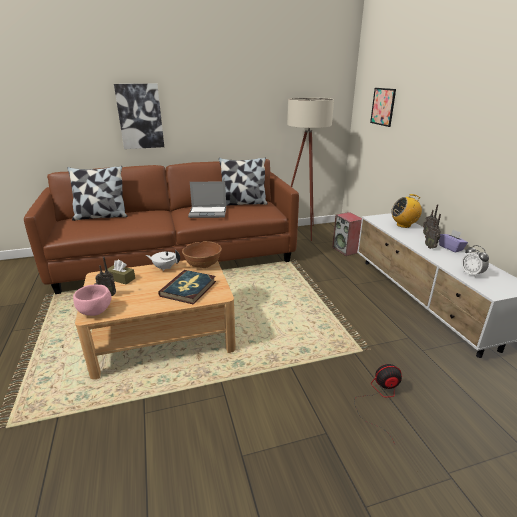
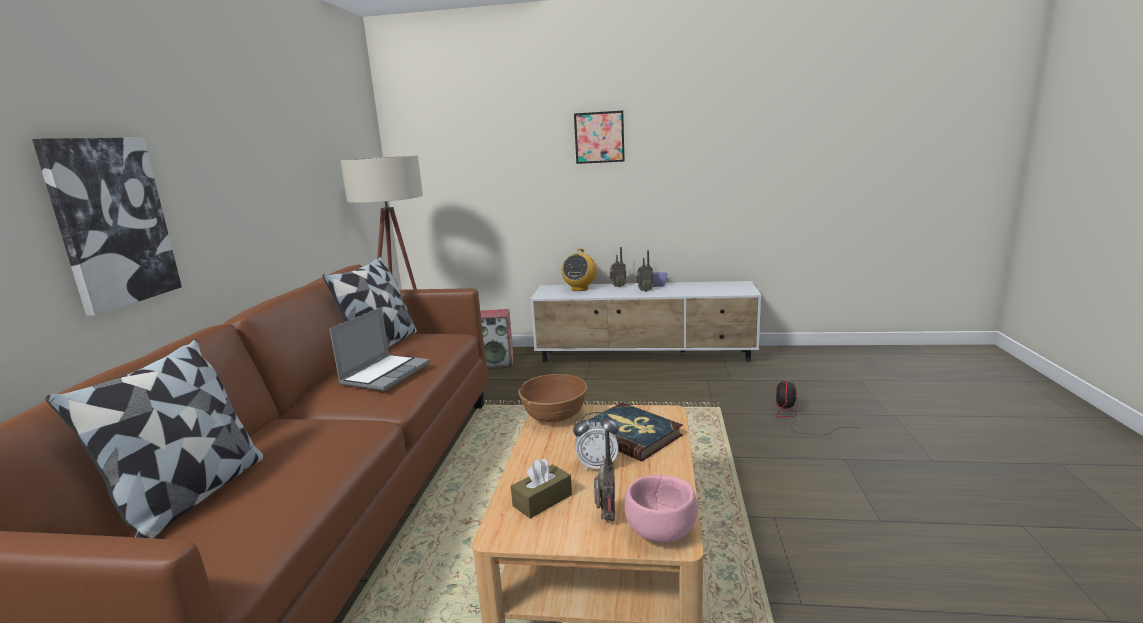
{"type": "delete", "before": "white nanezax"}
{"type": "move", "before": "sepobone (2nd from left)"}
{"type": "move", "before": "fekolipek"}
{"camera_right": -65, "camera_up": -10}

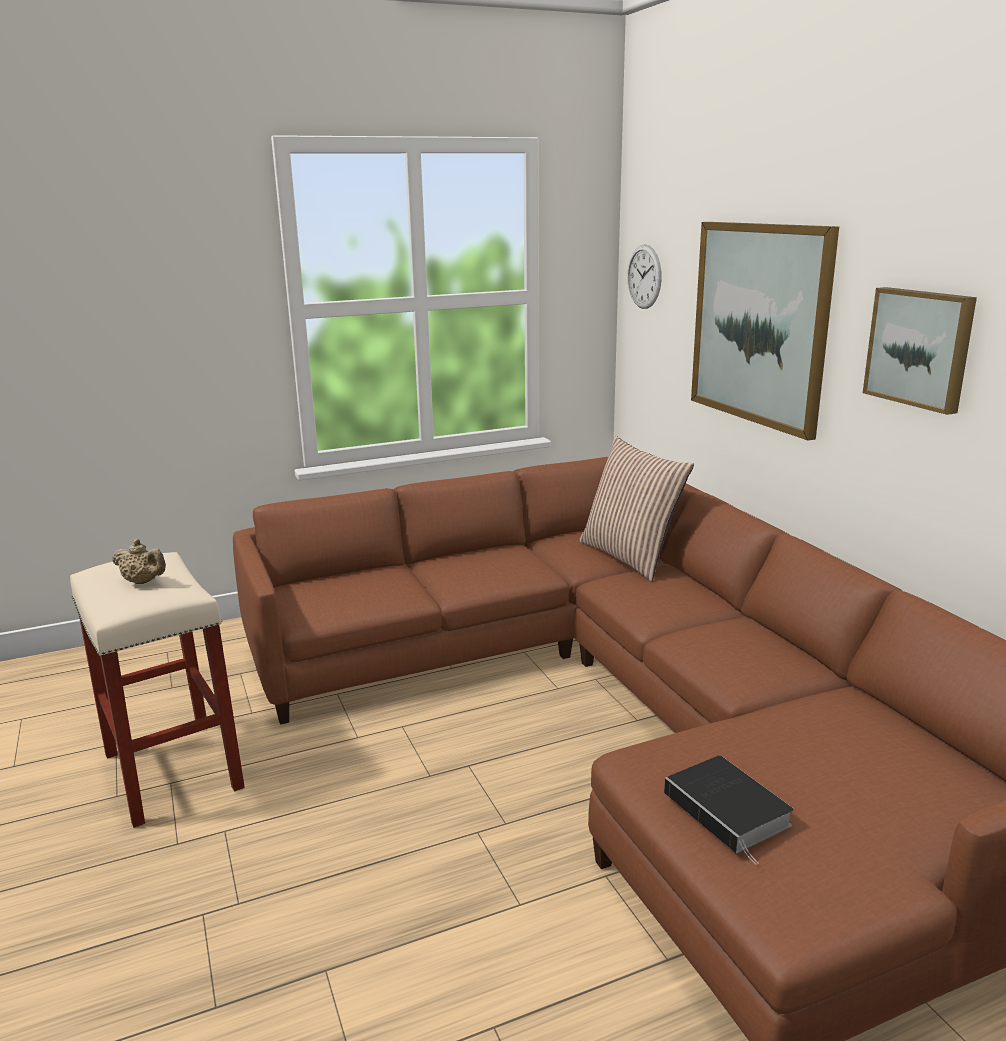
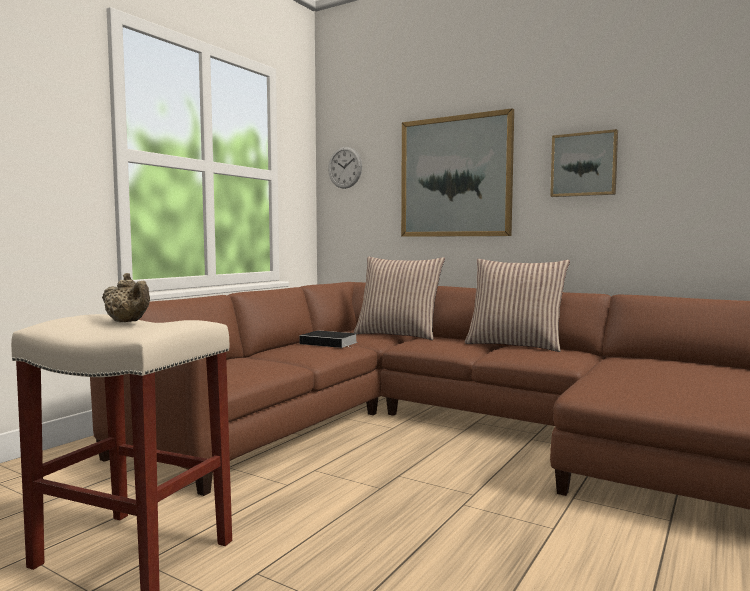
{"type": "rotate", "before": "beige nanezax", "turn": 45}
{"type": "move", "before": "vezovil"}
{"type": "insert", "after": "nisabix (2nd from left)"}
{"camera_right": -35, "camera_up": -15}

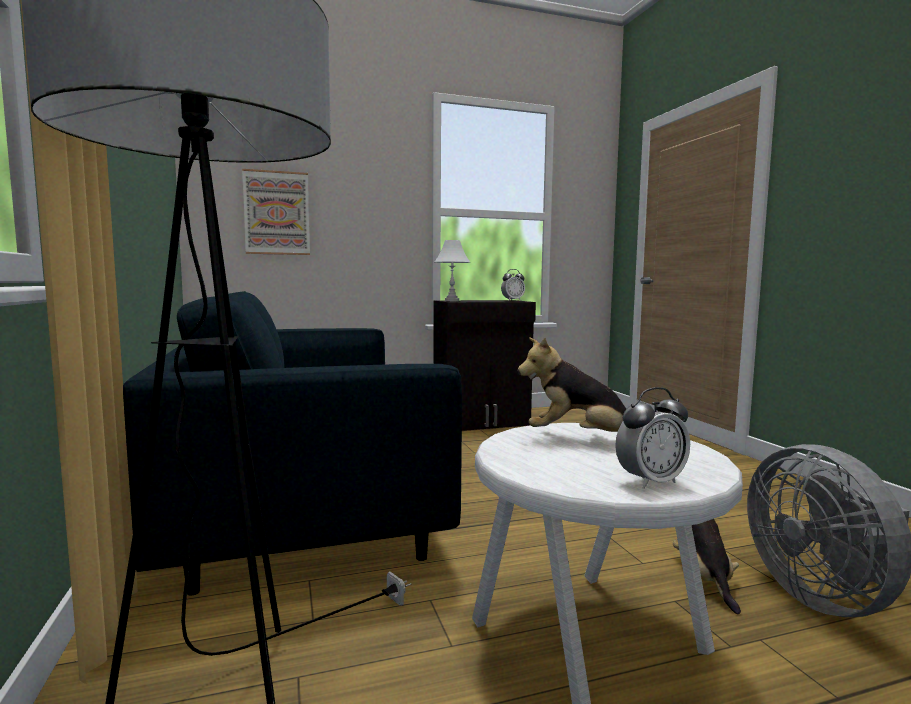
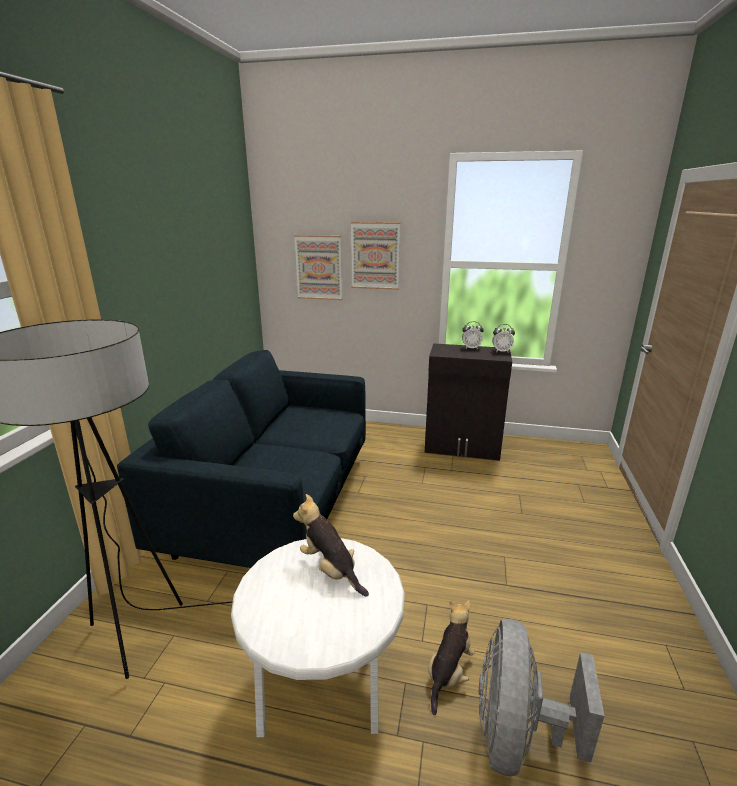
{"type": "delete", "before": "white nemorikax"}
{"type": "move", "before": "fekolipek (2nd from left in the first image)", "after": "fekolipek (1st from left)"}
{"type": "insert", "after": "sepobone (2nd from left)"}
{"camera_right": 30, "camera_up": 15}

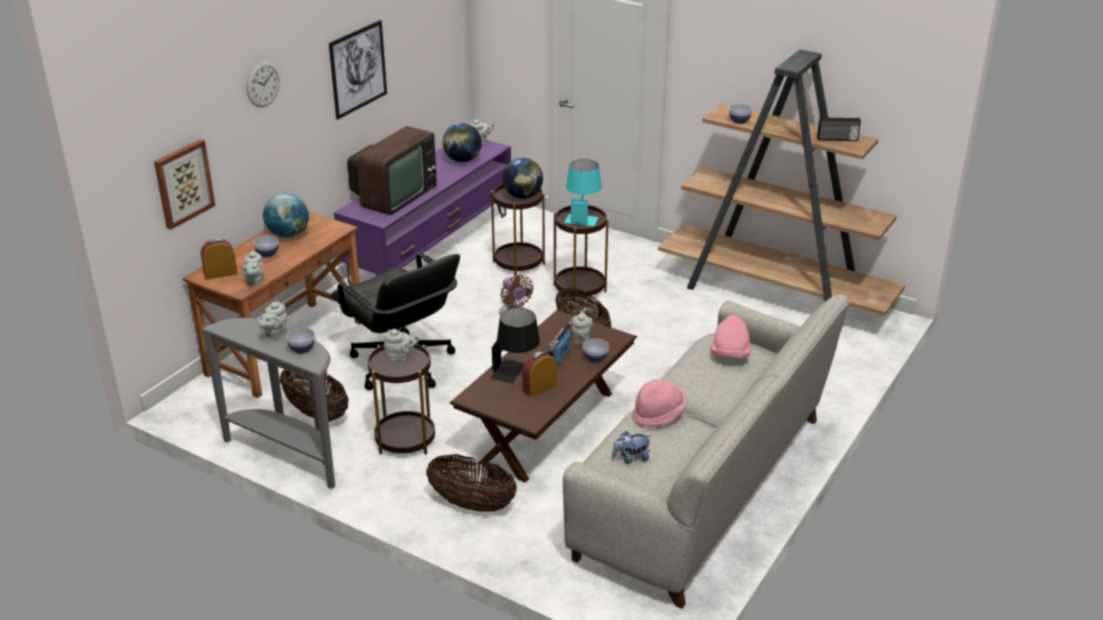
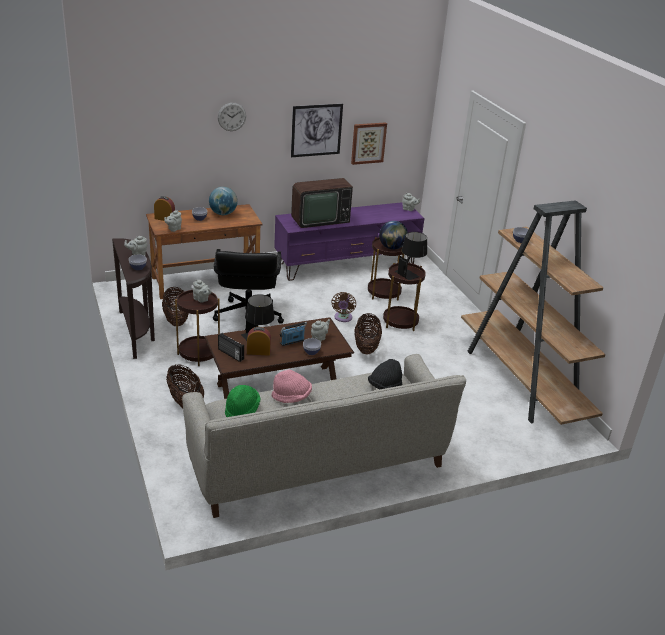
{"type": "move", "before": "sepobone (1st from left in the first image)", "after": "sepobone (2nd from left)"}
{"type": "recolor", "before": "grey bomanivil", "after": "brown bomanivil"}
{"type": "delete", "before": "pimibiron (2nd from left)"}
{"type": "recolor", "before": "turquoise nemorikax", "after": "black nemorikax (2nd from left)"}
{"type": "replace", "before": "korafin", "after": "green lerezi"}
{"type": "recolor", "before": "pink lerezi (2nd from left)", "after": "black lerezi"}
{"type": "move", "before": "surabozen (2nd from left in the first image)", "after": "surabozen (1st from left)"}
{"camera_right": 35, "camera_up": 0}

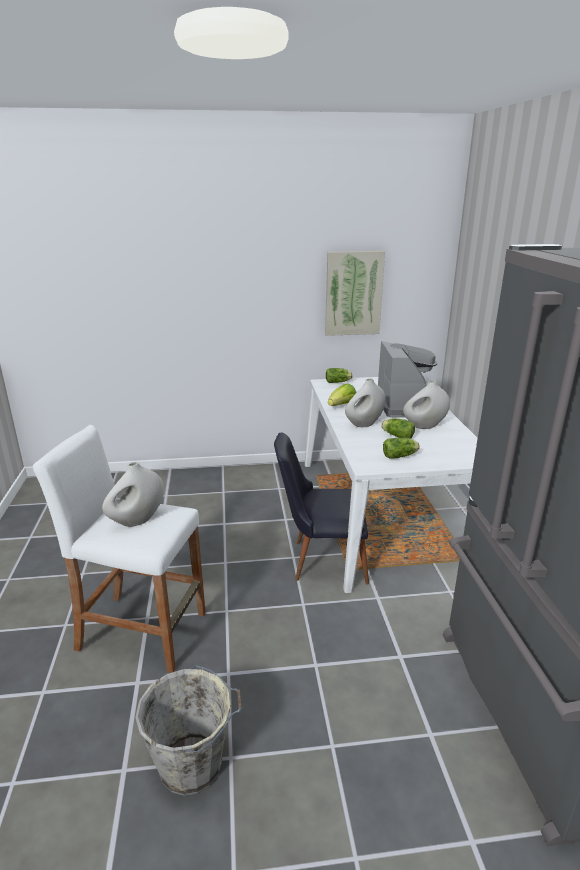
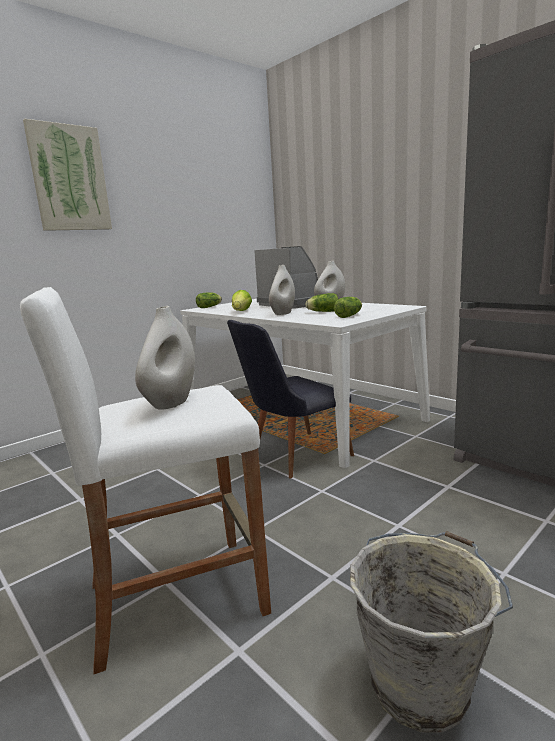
{"type": "move", "before": "sepobone"}
{"camera_right": -35, "camera_up": -10}

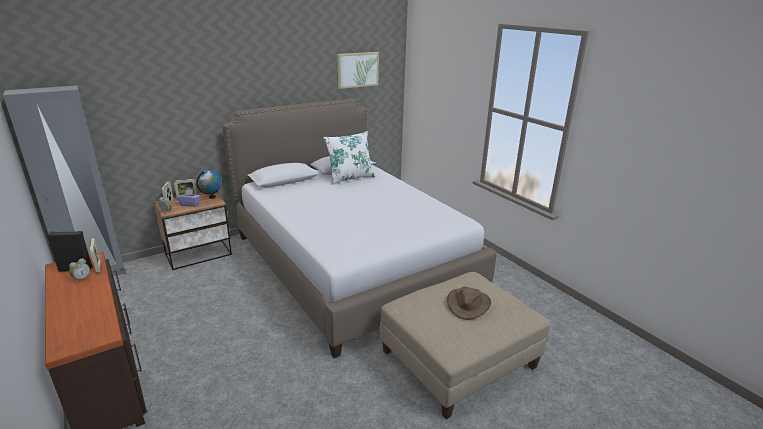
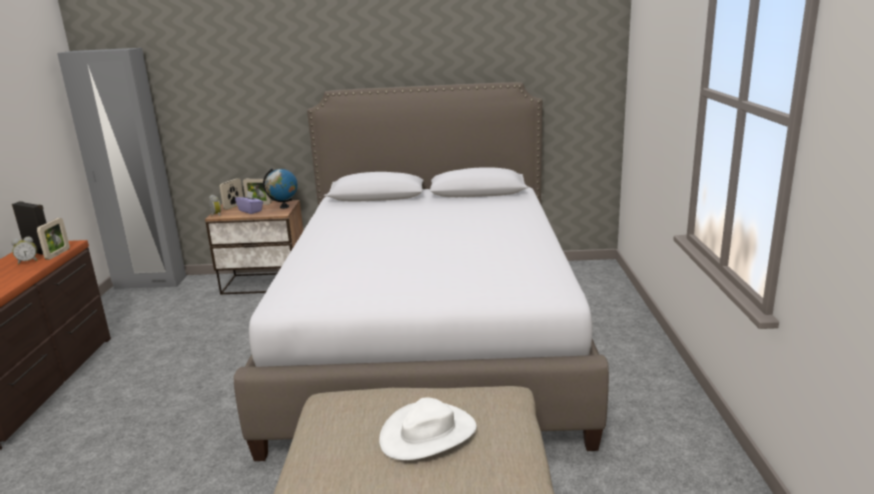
{"type": "delete", "before": "white nisabix"}
{"type": "delete", "before": "sepobone"}
{"type": "recolor", "before": "brown lerezi", "after": "white lerezi"}
{"camera_right": 35, "camera_up": -5}

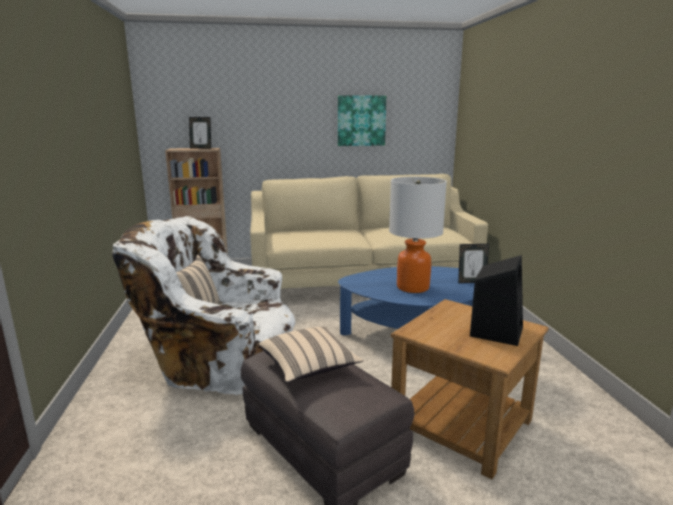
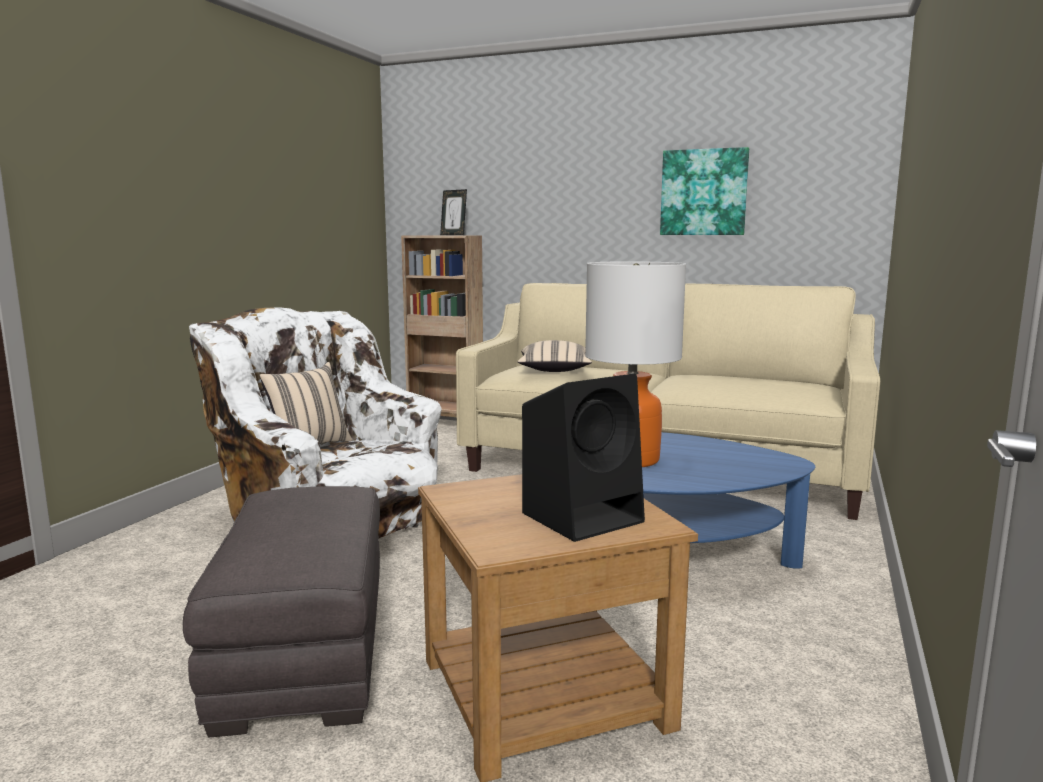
{"type": "move", "before": "beige nisabix (2nd from left)"}
{"type": "delete", "before": "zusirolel (2nd from left)"}
{"camera_right": 30, "camera_up": -5}

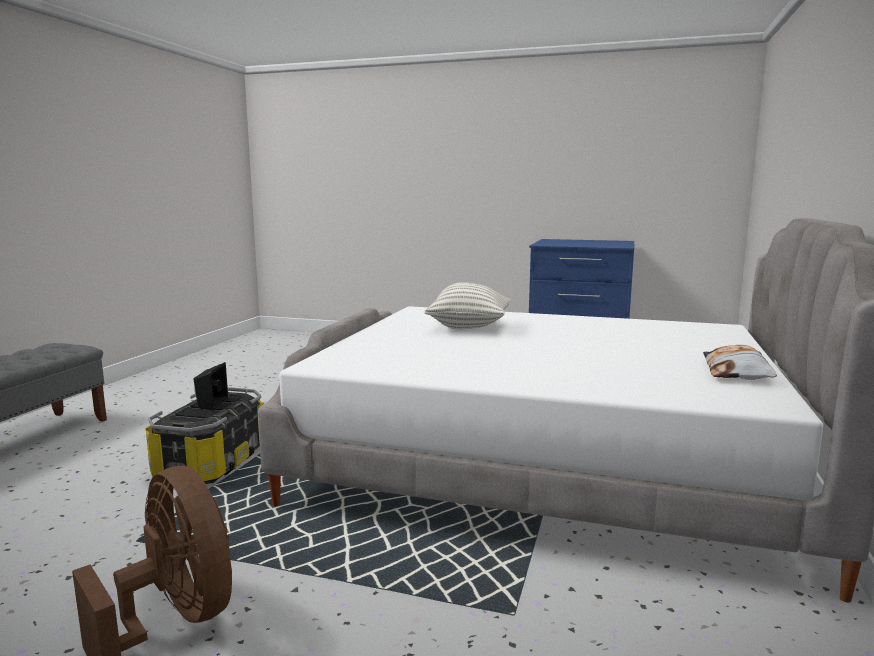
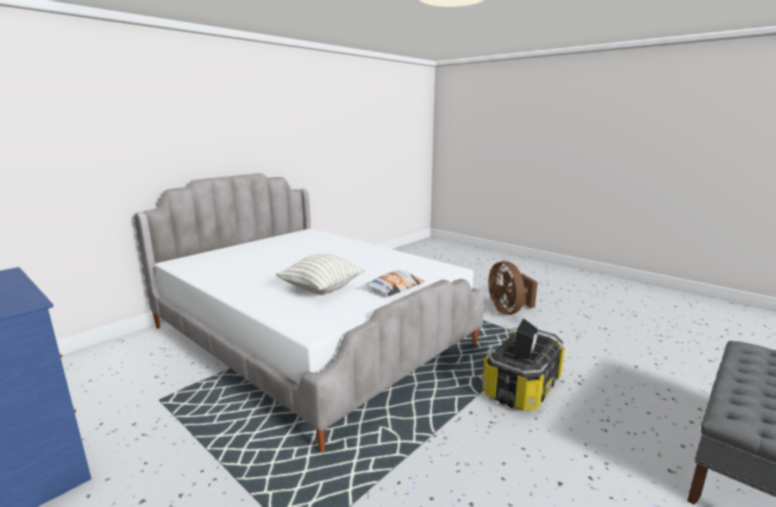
{"type": "move", "before": "nisabix (2nd from left)"}
{"camera_right": -155, "camera_up": 5}

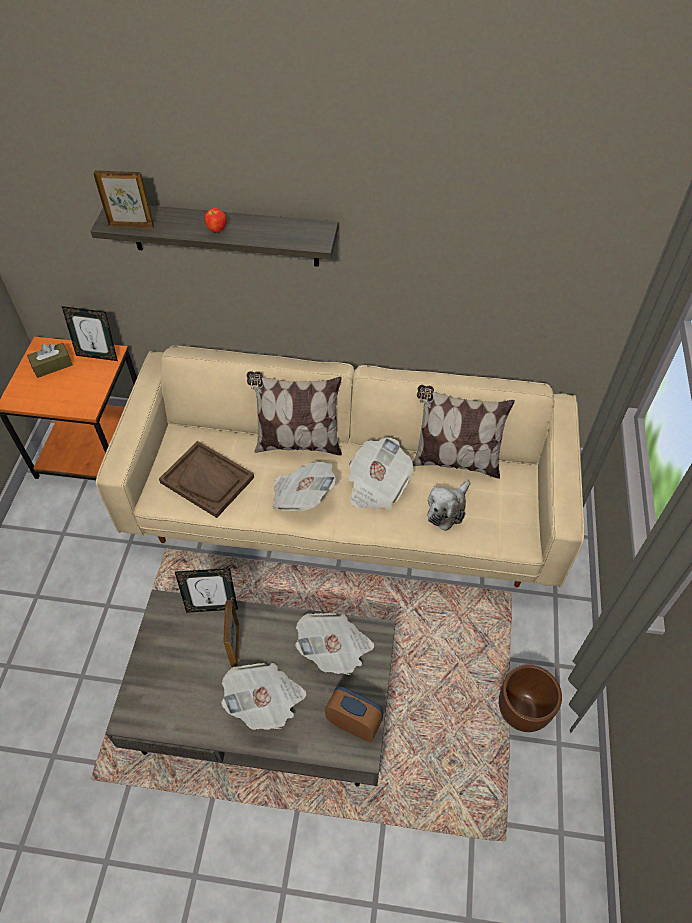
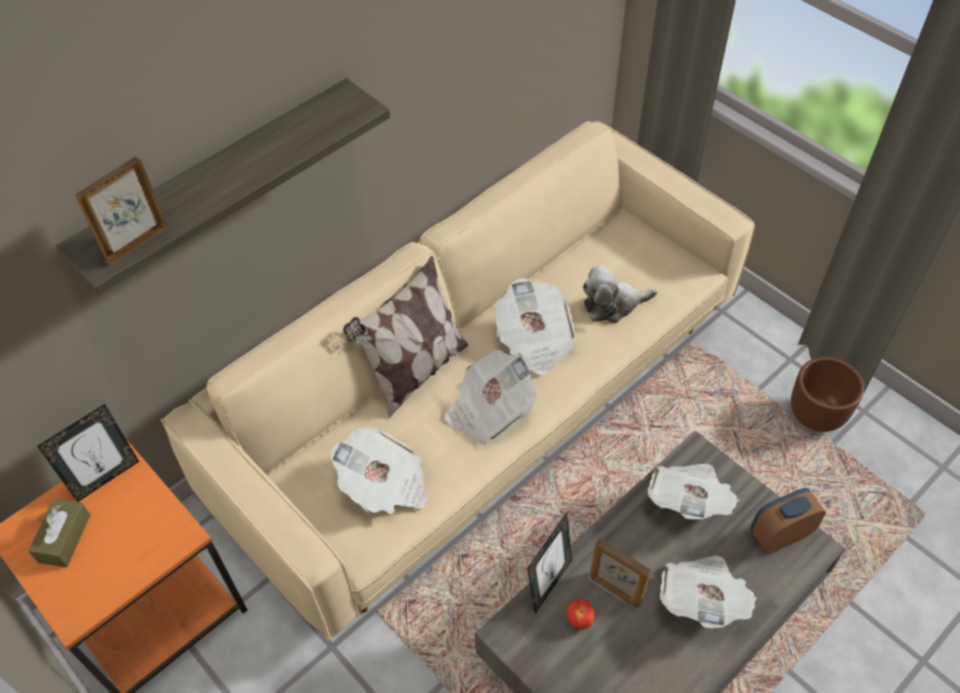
{"type": "replace", "before": "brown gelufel", "after": "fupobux (1st from left)"}
{"type": "move", "before": "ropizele"}
{"type": "delete", "before": "nisabix (2nd from left)"}
{"type": "rotate", "before": "korafin", "turn": 90}
{"camera_right": -50, "camera_up": 0}

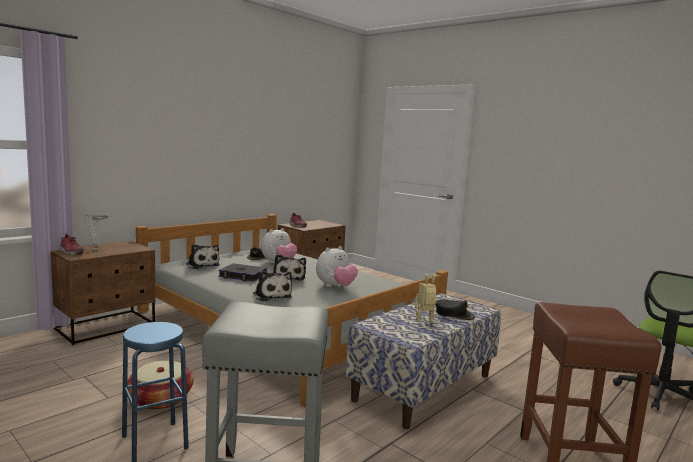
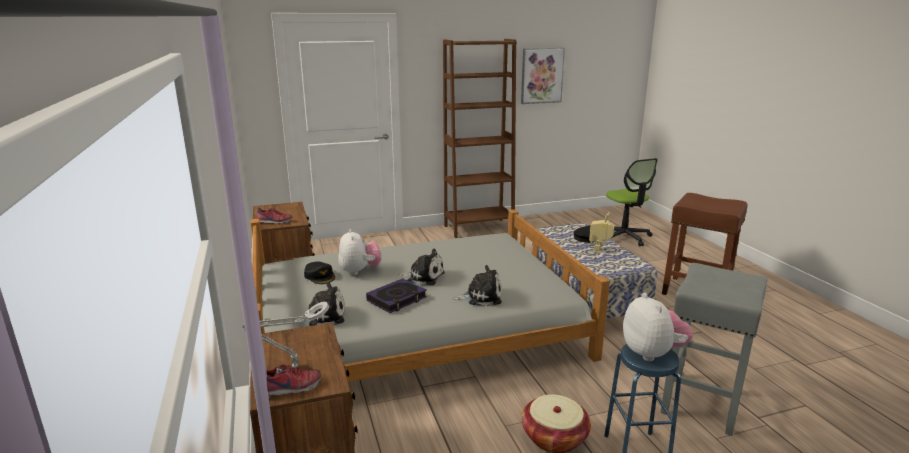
{"type": "move", "before": "korafin (5th from left)"}
{"type": "insert", "after": "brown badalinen"}
{"type": "insert", "after": "sepobone"}
{"camera_right": -60, "camera_up": 10}

